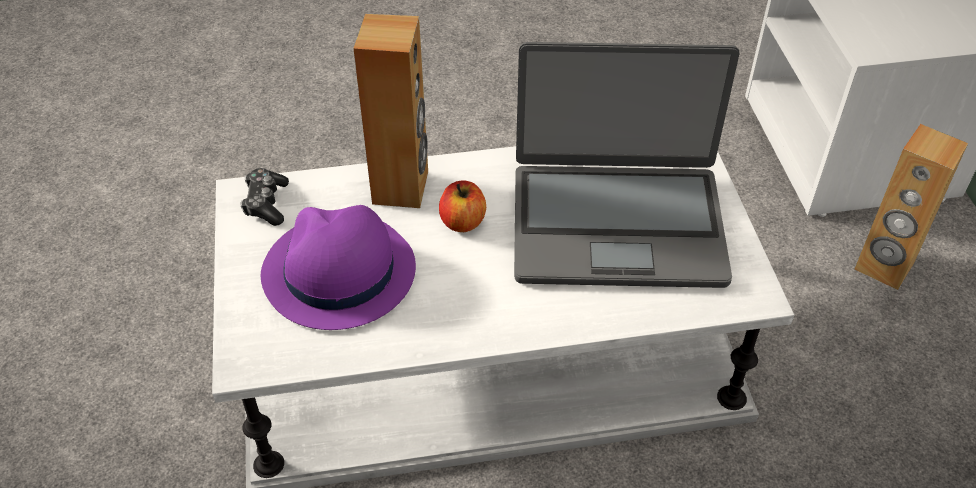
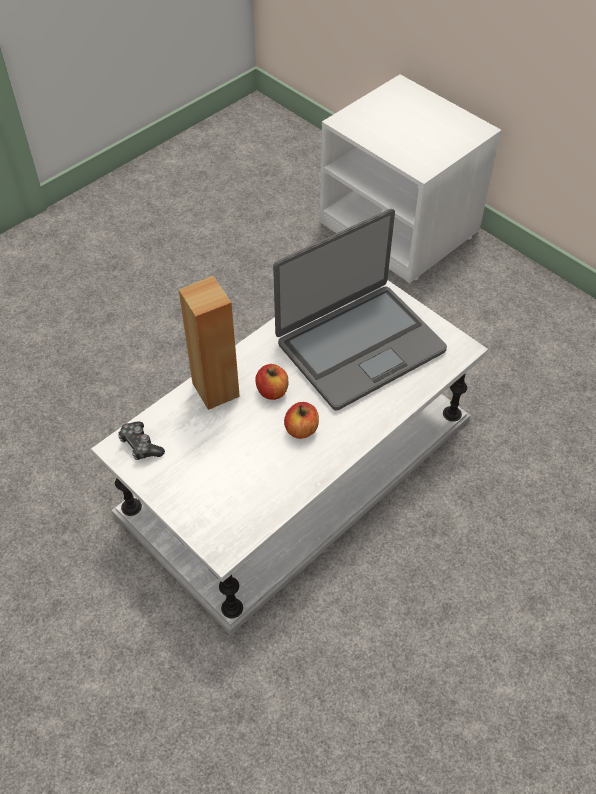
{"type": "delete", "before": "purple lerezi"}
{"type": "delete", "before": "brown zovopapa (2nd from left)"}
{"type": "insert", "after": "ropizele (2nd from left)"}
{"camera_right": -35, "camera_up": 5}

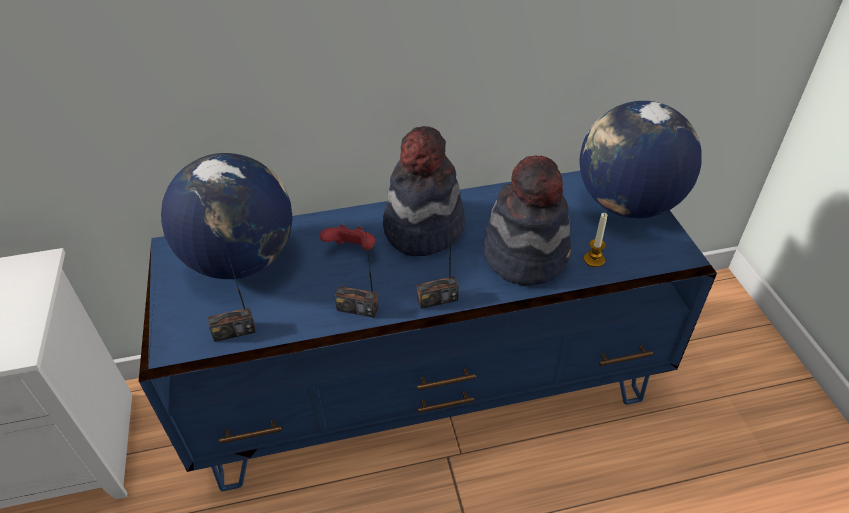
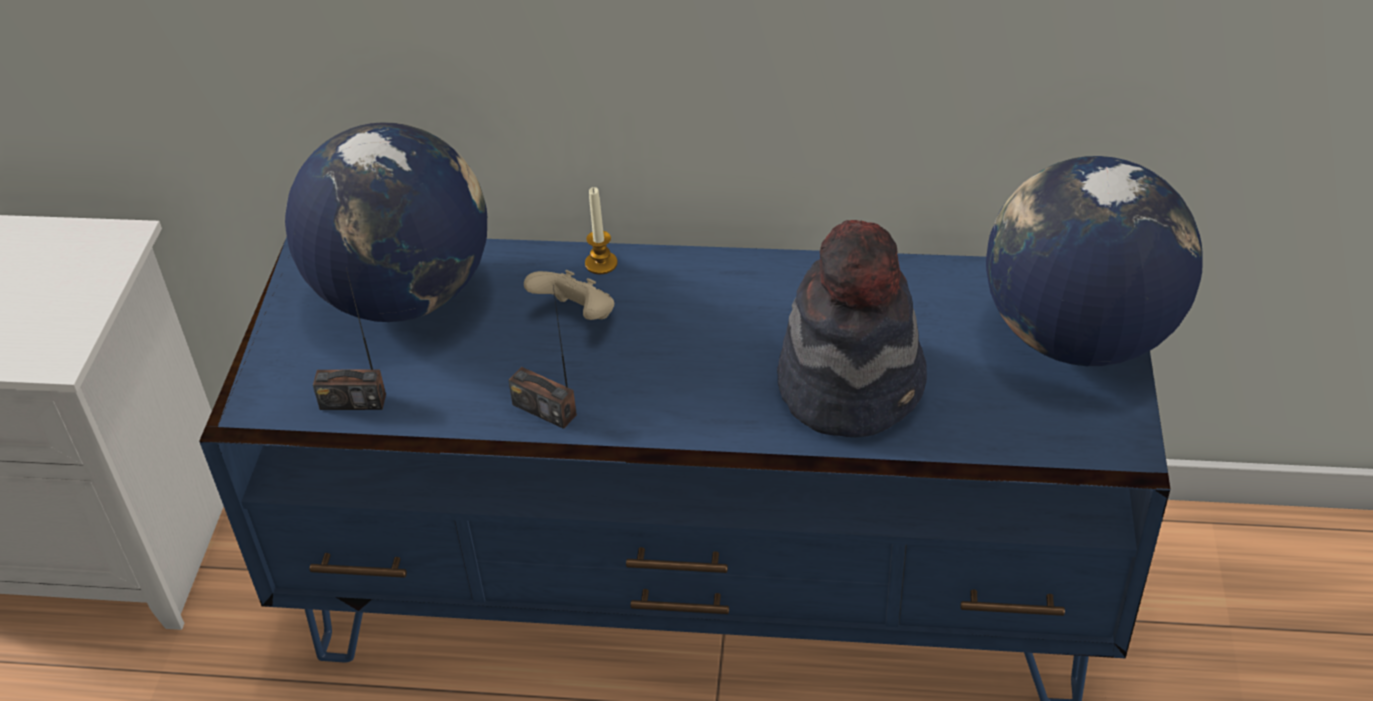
{"type": "recolor", "before": "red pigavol", "after": "beige pigavol"}
{"type": "delete", "before": "lerezi (1st from left)"}
{"type": "delete", "before": "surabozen (3rd from left)"}
{"type": "move", "before": "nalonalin"}
{"camera_right": 20, "camera_up": 0}

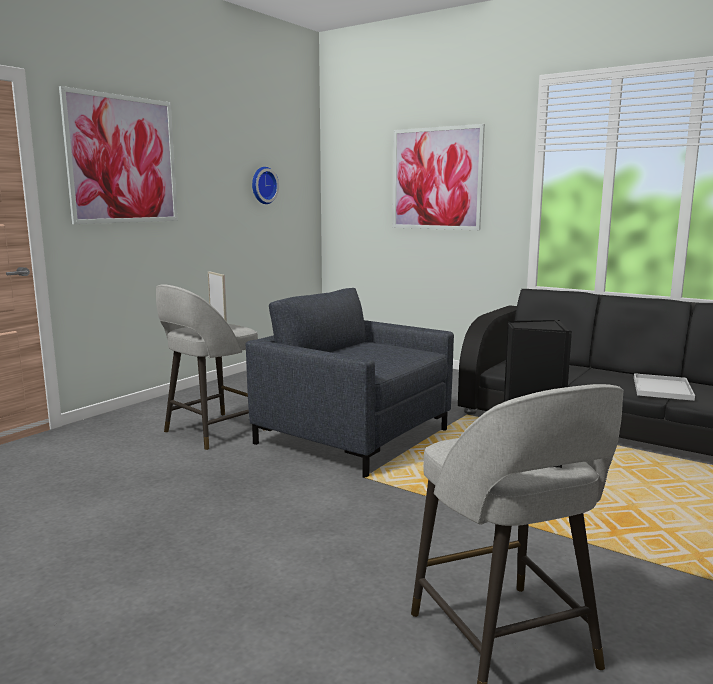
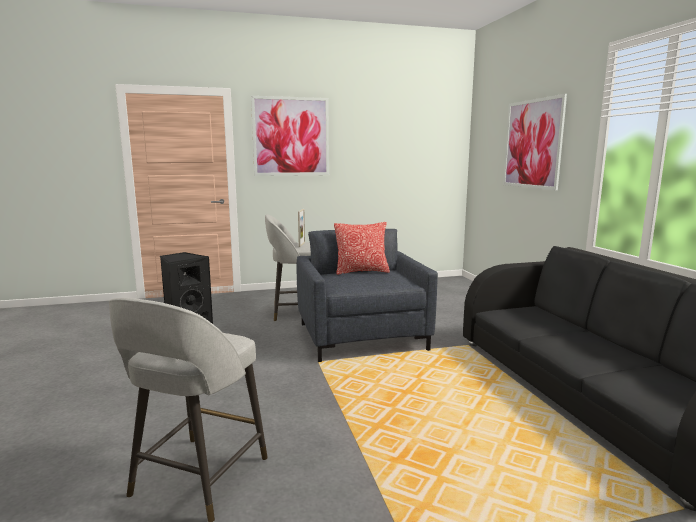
{"type": "delete", "before": "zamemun"}
{"type": "delete", "before": "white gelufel"}
{"type": "insert", "after": "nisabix"}
{"camera_right": 40, "camera_up": 0}

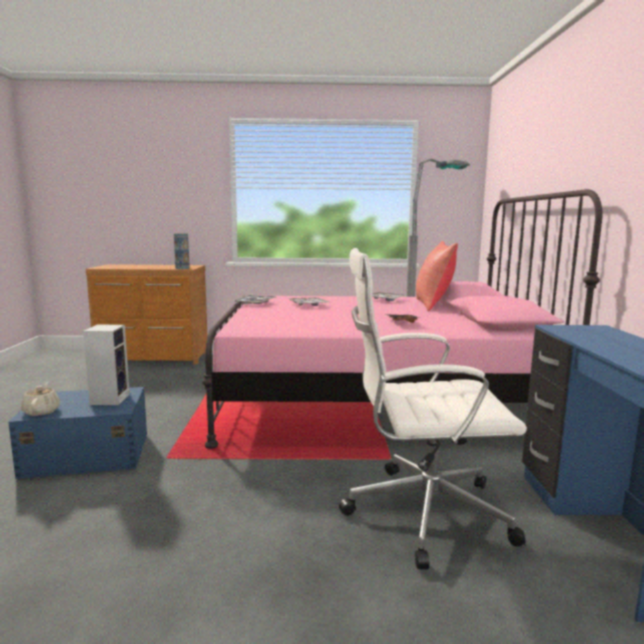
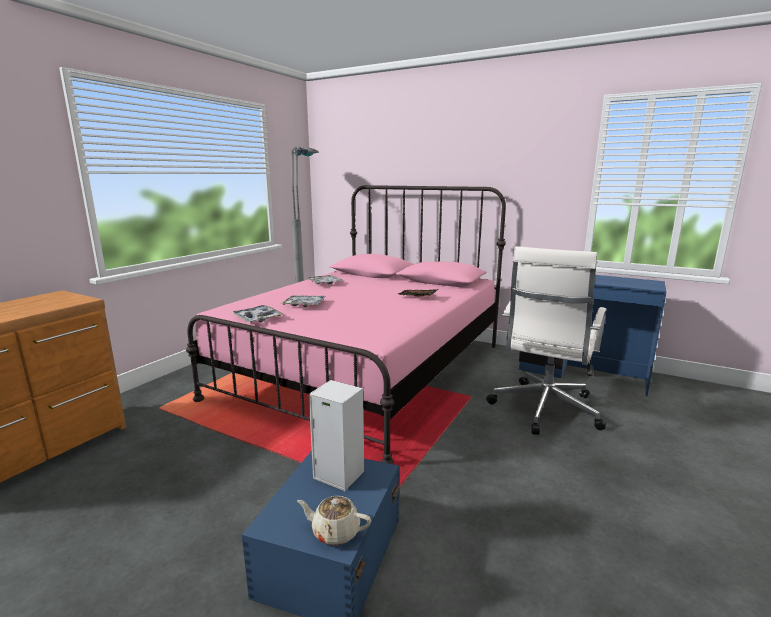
{"type": "delete", "before": "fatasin"}
{"type": "delete", "before": "red nisabix"}
{"camera_right": -60, "camera_up": 5}

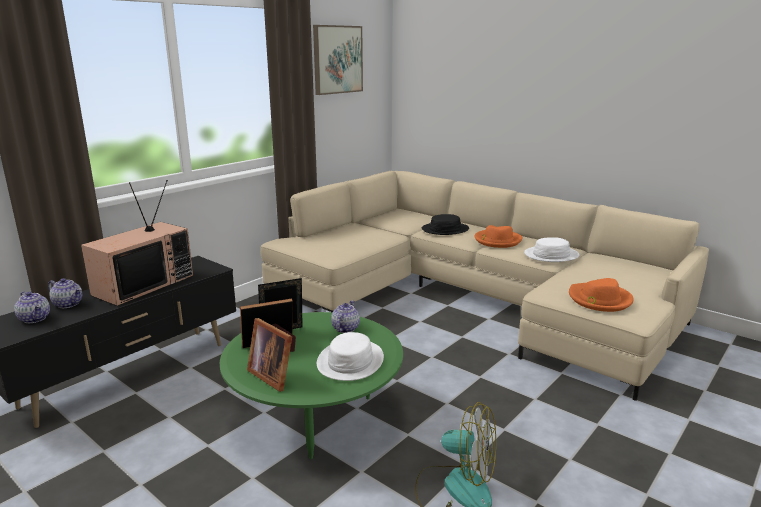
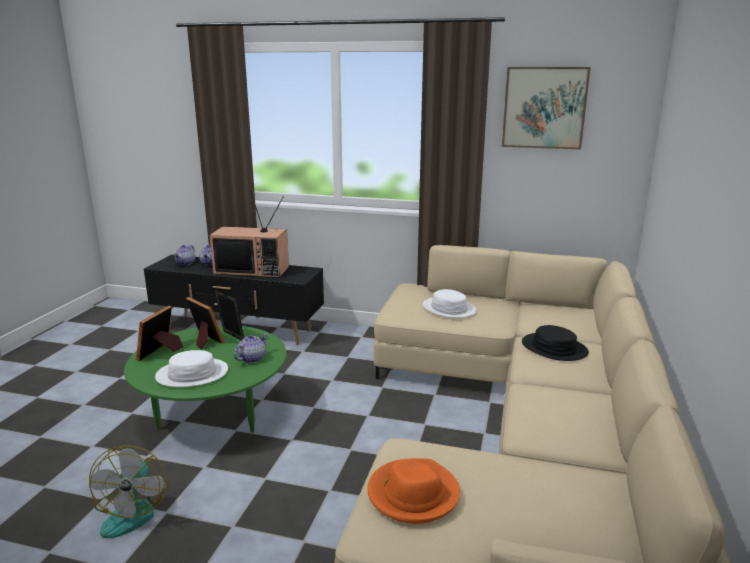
{"type": "rotate", "before": "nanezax (3rd from left)", "turn": -45}
{"type": "delete", "before": "orange lerezi (1st from left)"}
{"type": "move", "before": "white lerezi (2nd from left)"}
{"camera_right": 65, "camera_up": 0}

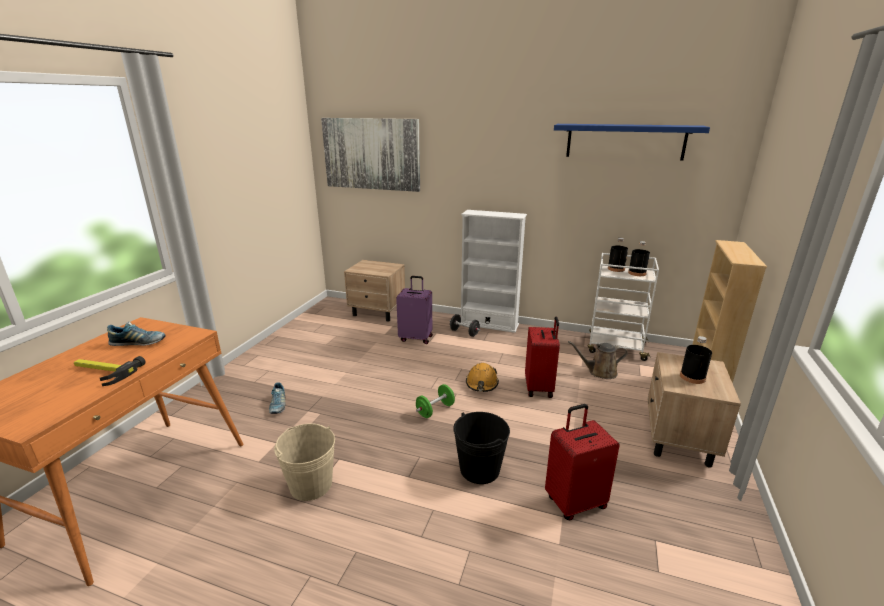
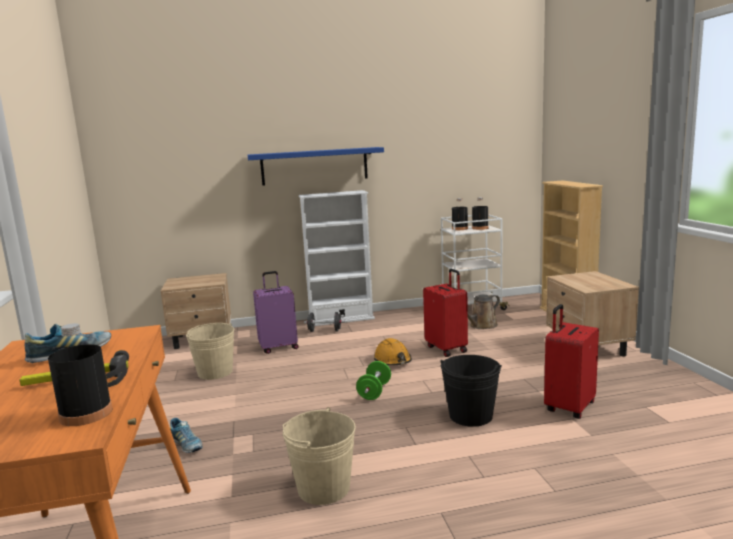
{"type": "delete", "before": "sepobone"}
{"type": "move", "before": "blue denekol"}
{"type": "move", "before": "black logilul (3rd from left in the first image)", "after": "black logilul (1st from left)"}
{"type": "insert", "after": "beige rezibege (1st from left)"}
{"camera_right": -30, "camera_up": -10}

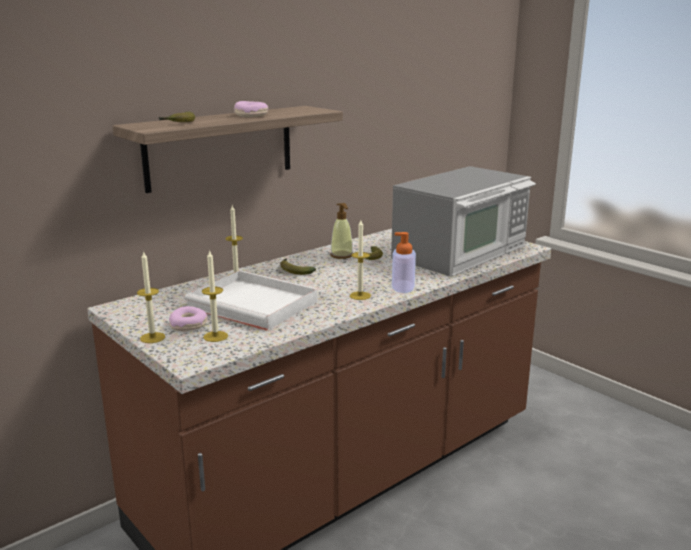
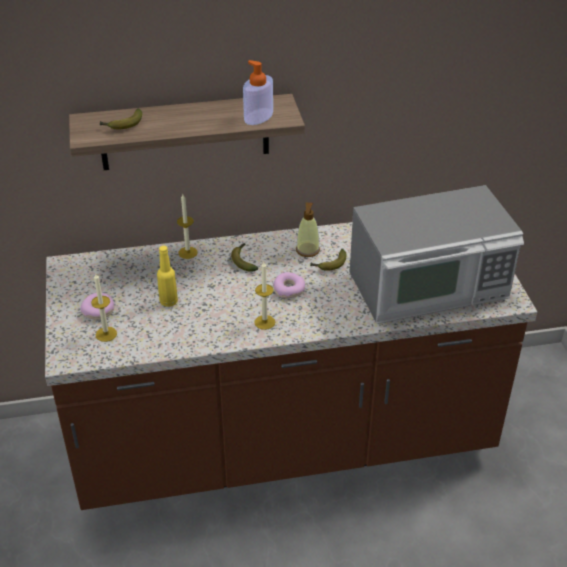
{"type": "delete", "before": "nalonalin (1st from left)"}
{"type": "replace", "before": "white gelufel", "after": "yellow logilul"}
{"type": "move", "before": "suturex (2nd from left)"}
{"type": "move", "before": "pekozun (2nd from left in the first image)", "after": "pekozun (1st from left)"}
{"camera_right": 30, "camera_up": 20}

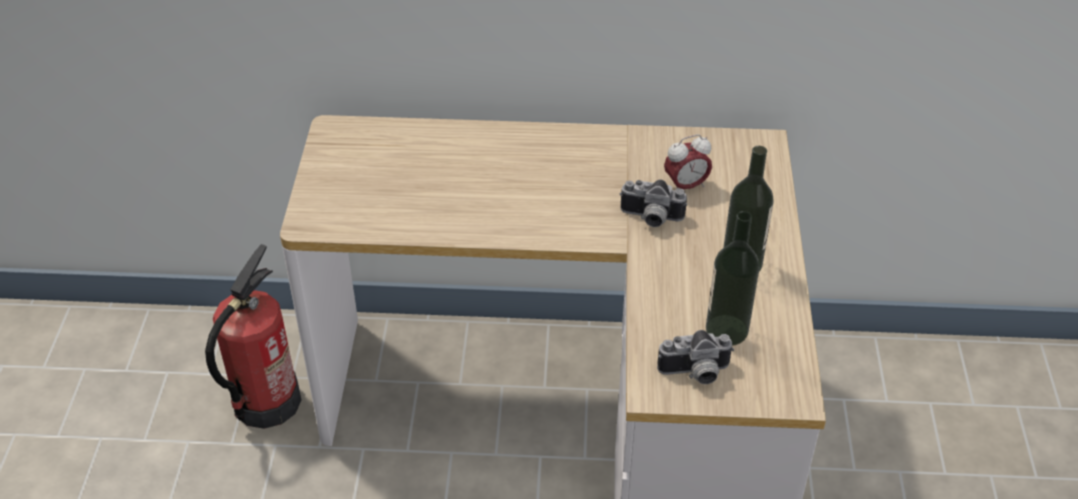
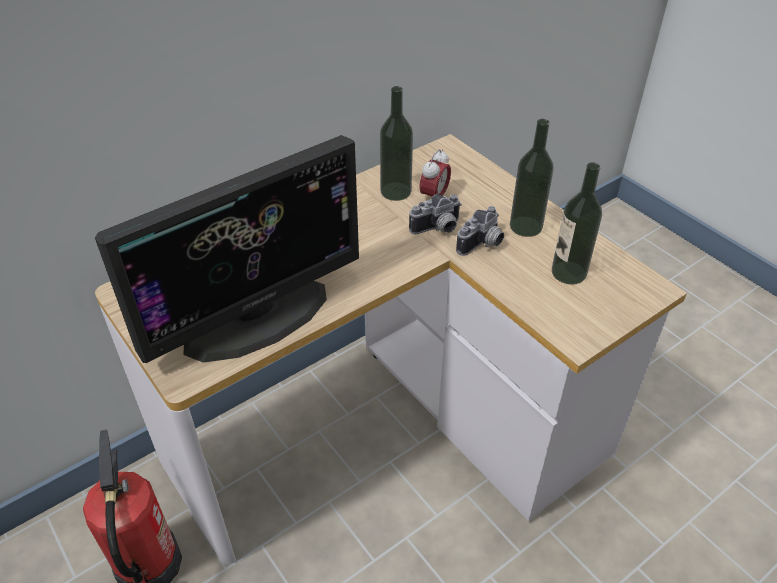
{"type": "move", "before": "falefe (2nd from left)"}
{"type": "insert", "after": "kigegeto"}
{"type": "insert", "after": "logilul (1st from left)"}
{"camera_right": -40, "camera_up": 0}

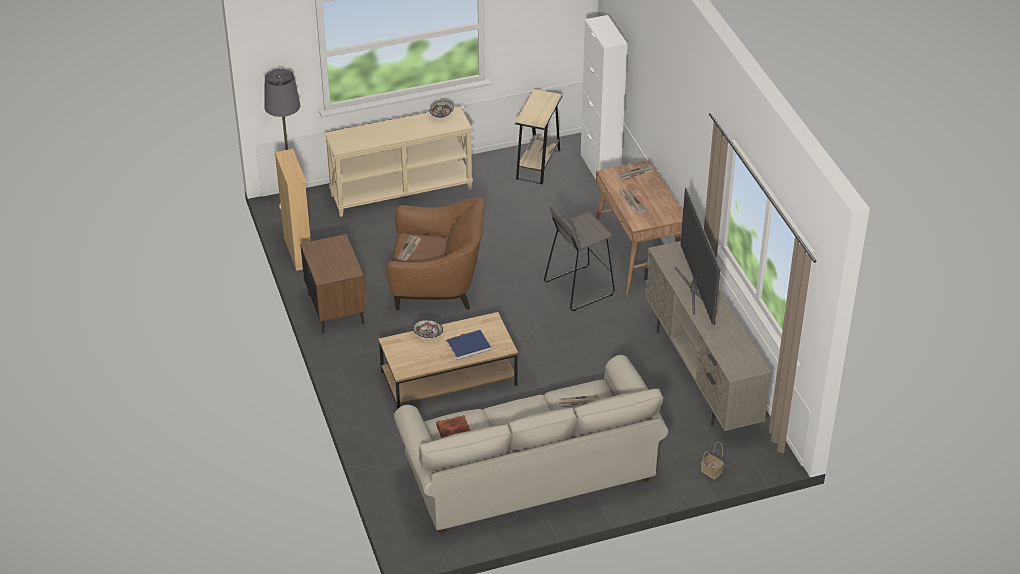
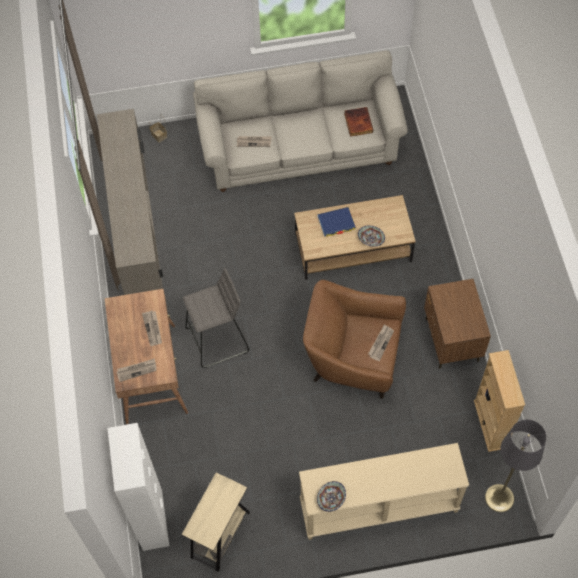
{"type": "delete", "before": "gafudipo"}
{"camera_right": -170, "camera_up": 20}

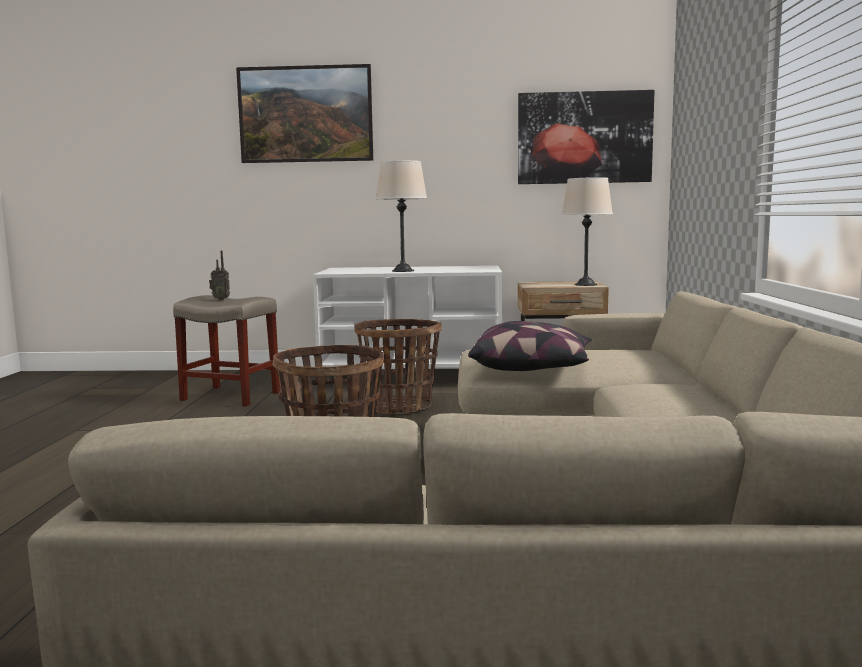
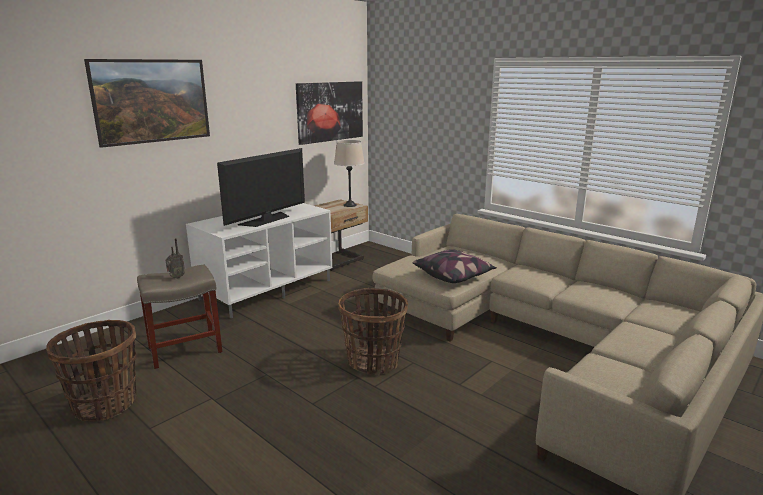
{"type": "move", "before": "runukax (2nd from left in the first image)", "after": "runukax (1st from left)"}
{"type": "replace", "before": "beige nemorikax (1st from left)", "after": "gafudipo"}
{"camera_right": -50, "camera_up": 10}

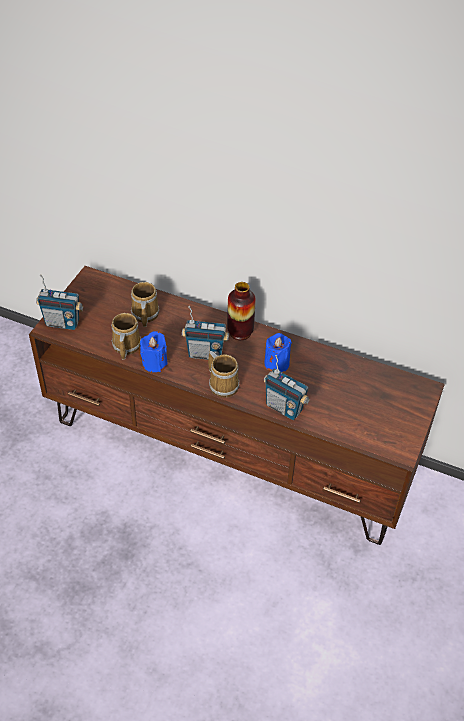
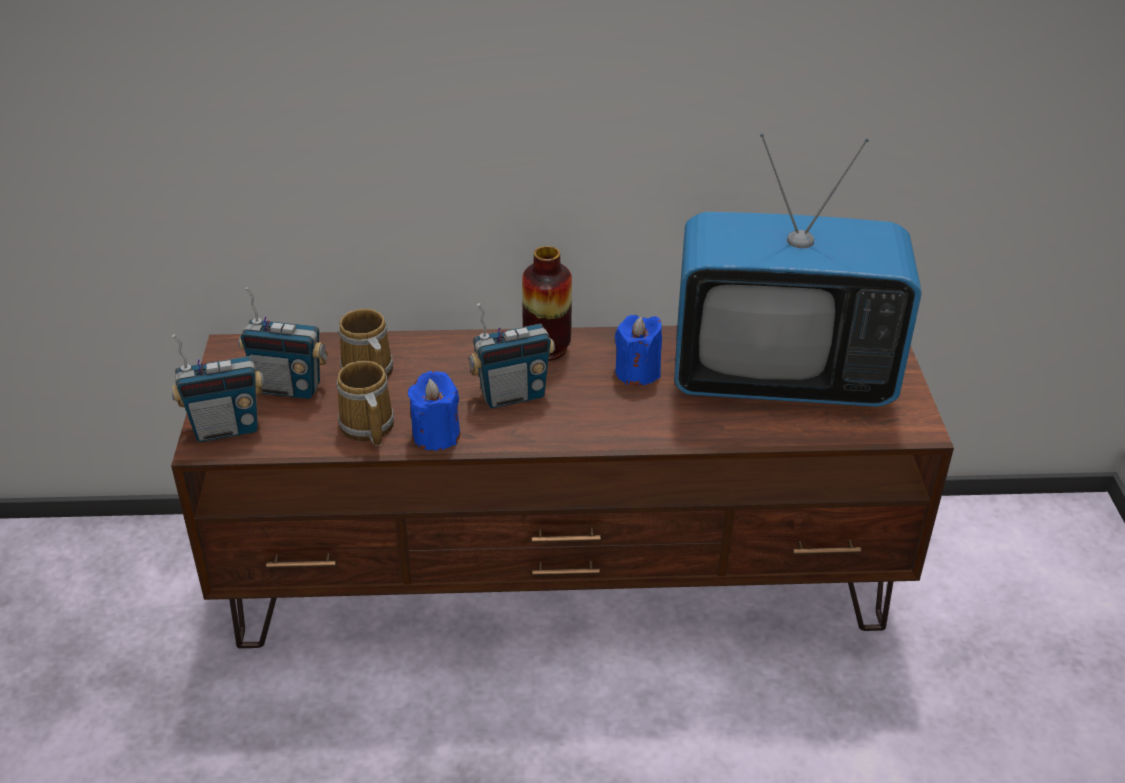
{"type": "delete", "before": "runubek (3rd from left)"}
{"type": "move", "before": "surabozen (3rd from left in the first image)", "after": "surabozen (2nd from left)"}
{"type": "insert", "after": "gafudipo"}
{"camera_right": -25, "camera_up": -10}

